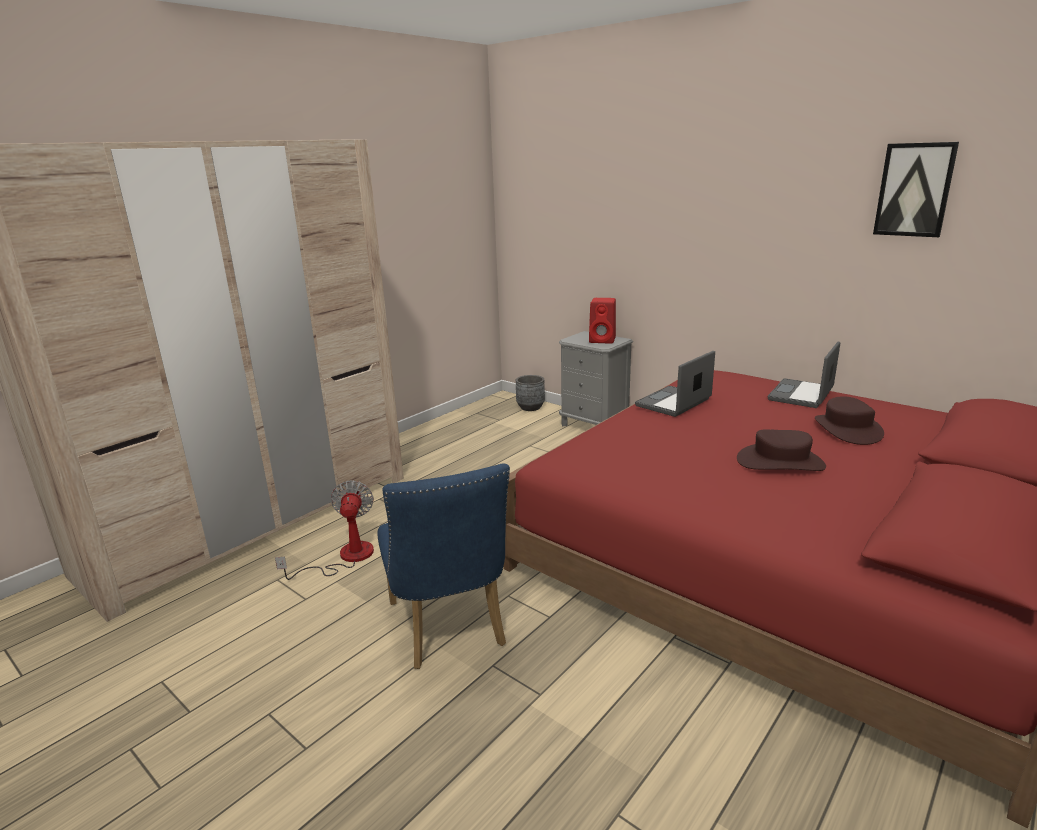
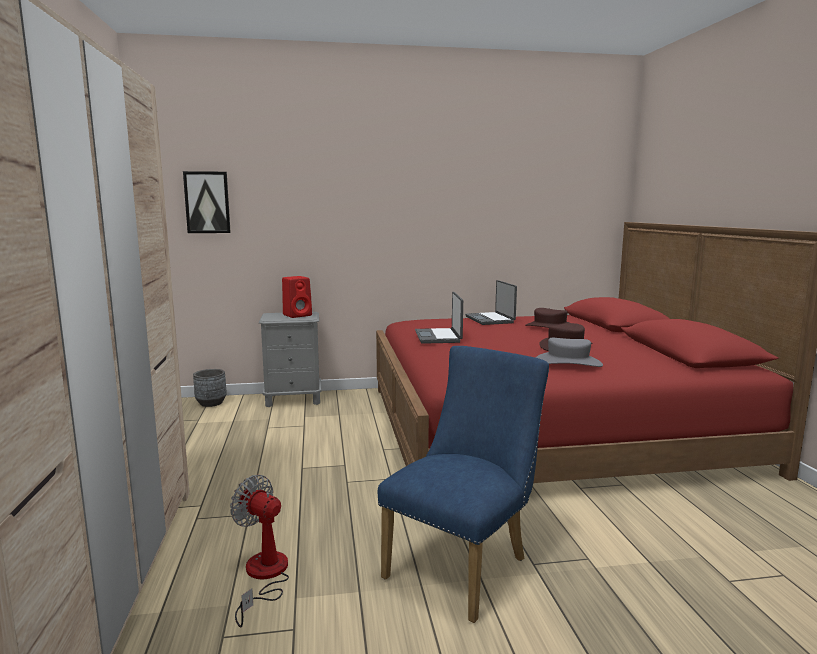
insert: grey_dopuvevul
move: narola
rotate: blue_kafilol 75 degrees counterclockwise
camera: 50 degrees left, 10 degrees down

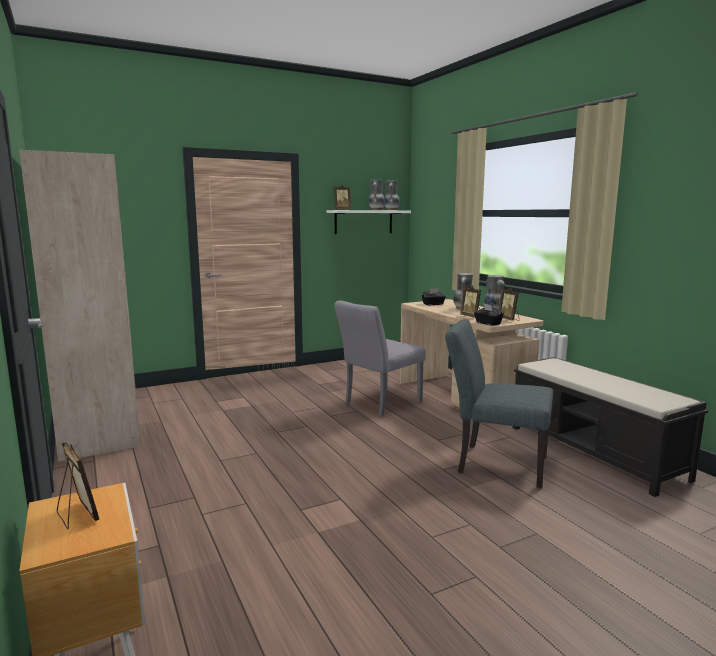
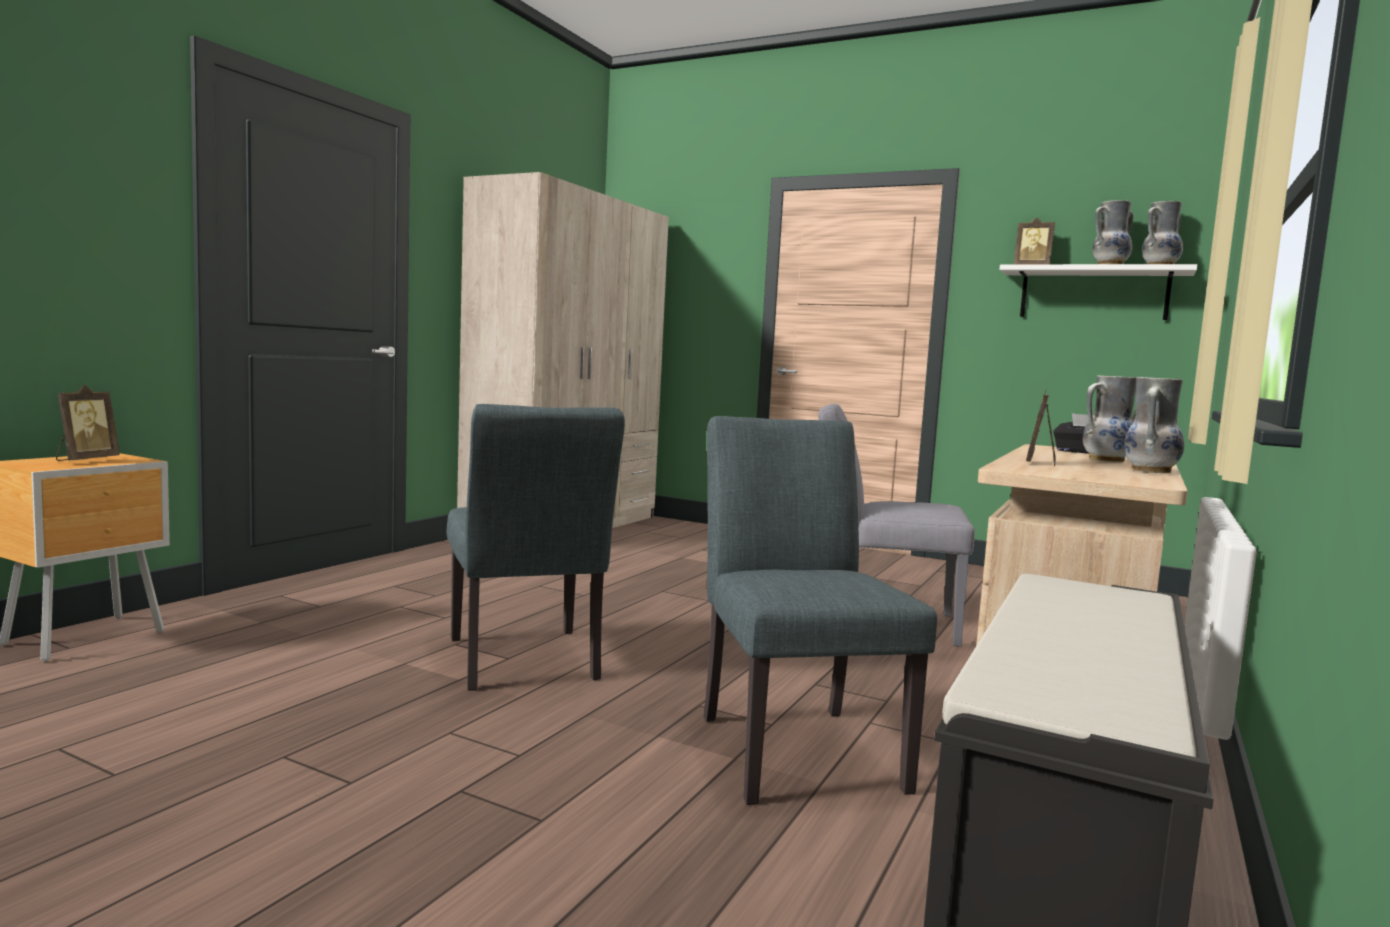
delete: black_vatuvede (2nd from left); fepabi (4th from left)
insert: grey_kafilol (1st from left)
camera: 55 degrees right, 5 degrees down

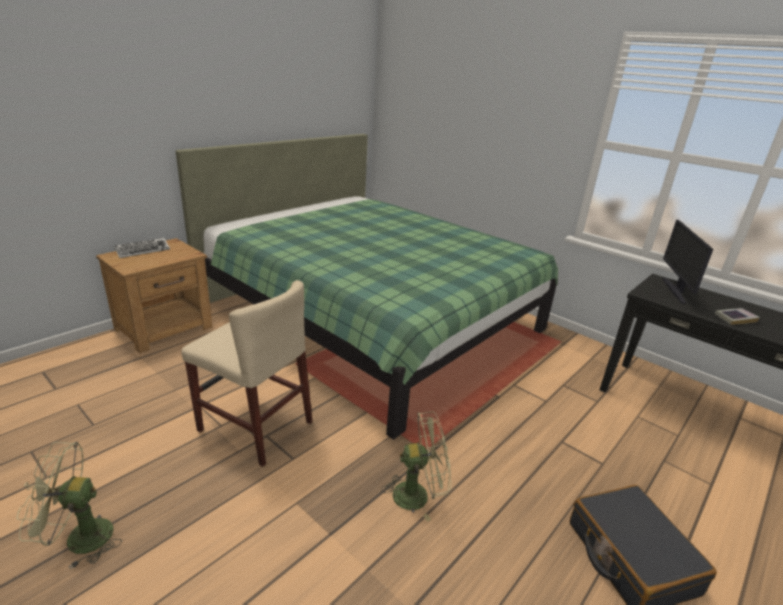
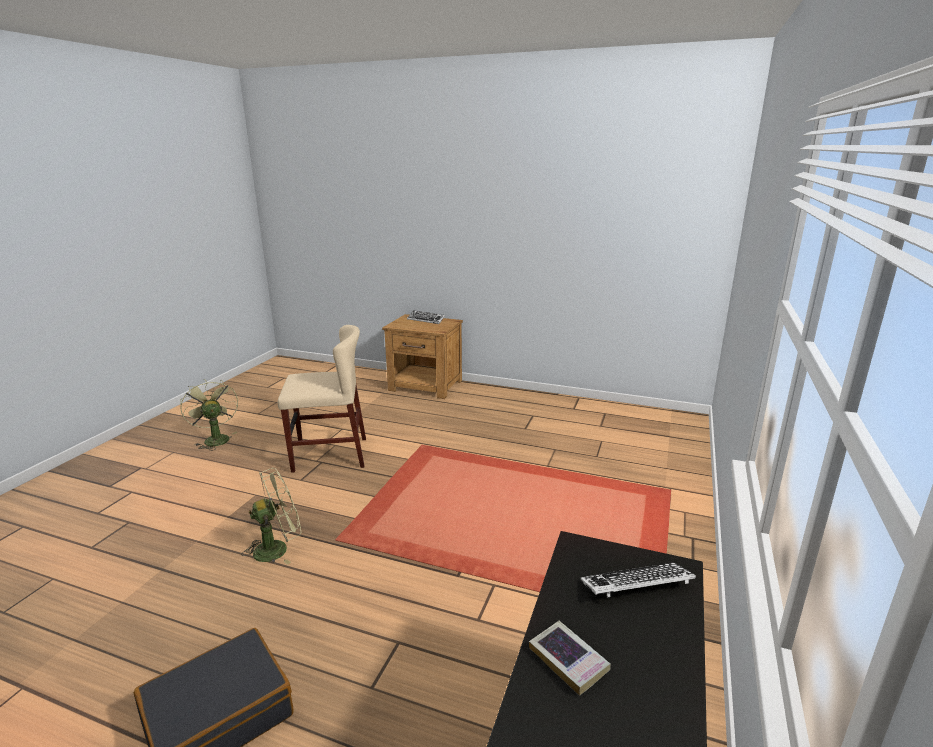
delete: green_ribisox
replace: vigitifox to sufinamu (2nd from left)
rotate: beige_kafilol 105 degrees counterclockwise; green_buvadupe (2nd from left) 90 degrees counterclockwise
camera: 70 degrees right, 5 degrees down

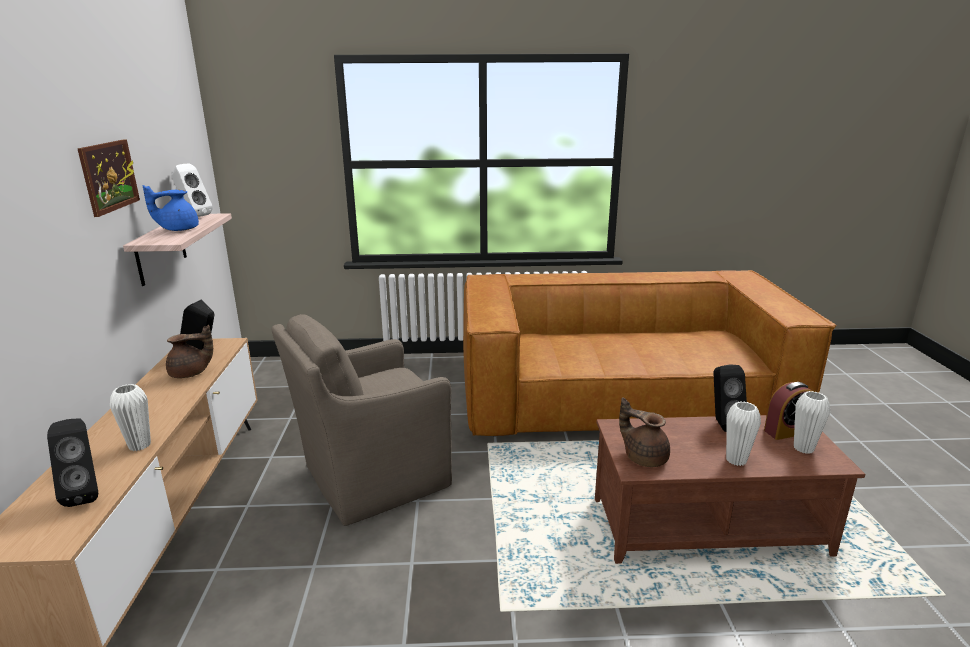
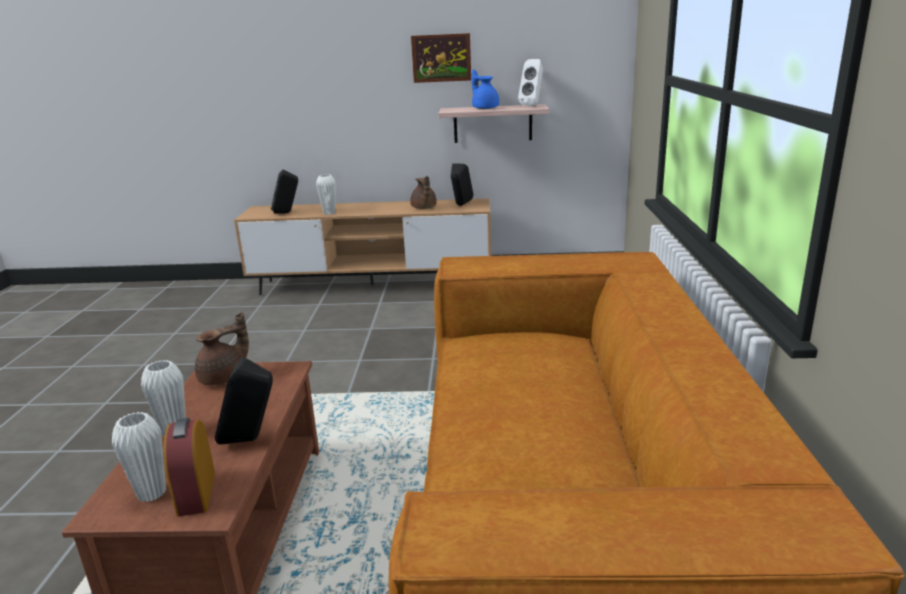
delete: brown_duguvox
camera: 95 degrees right, 0 degrees up

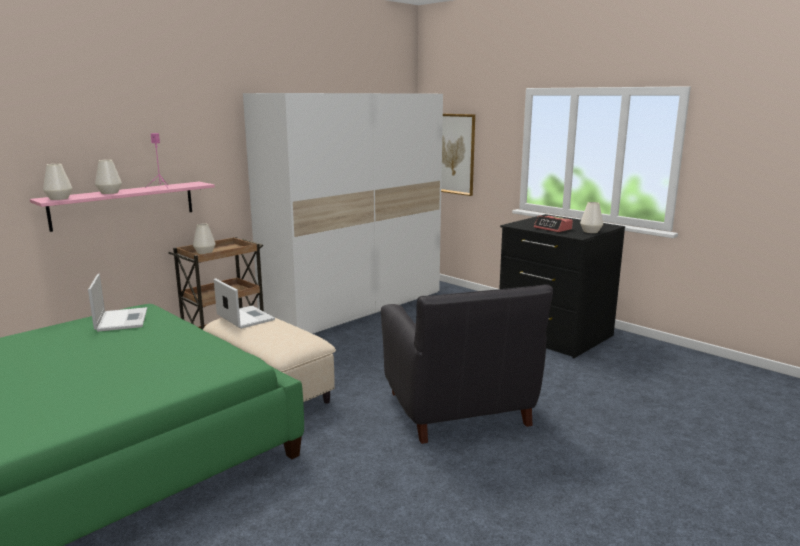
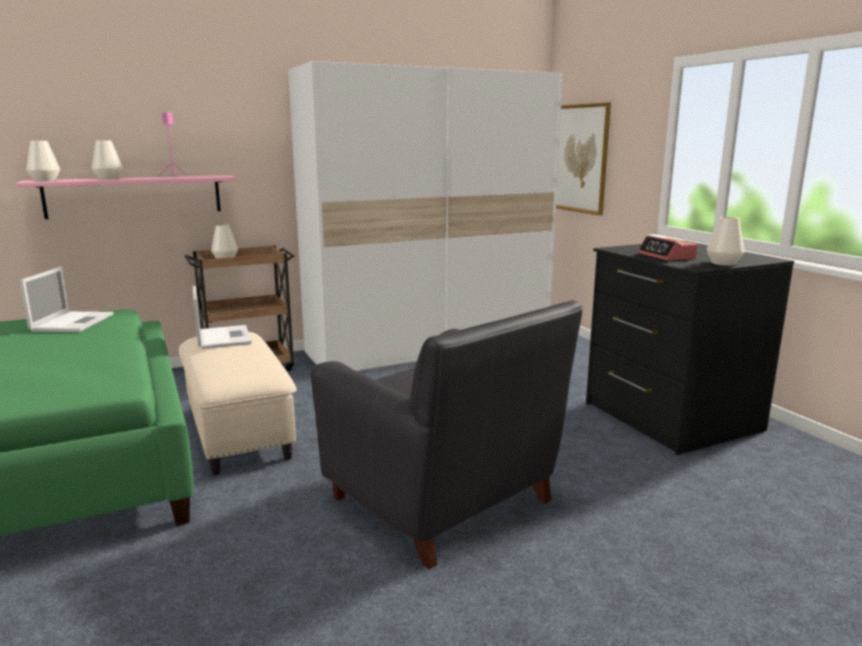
rotate: black_duguvox 45 degrees counterclockwise
camera: 20 degrees right, 0 degrees up

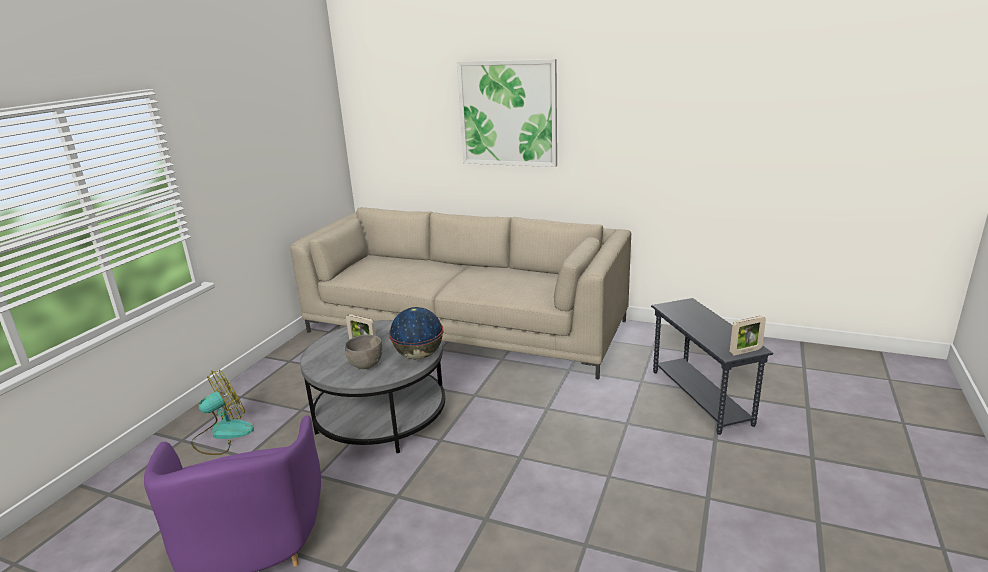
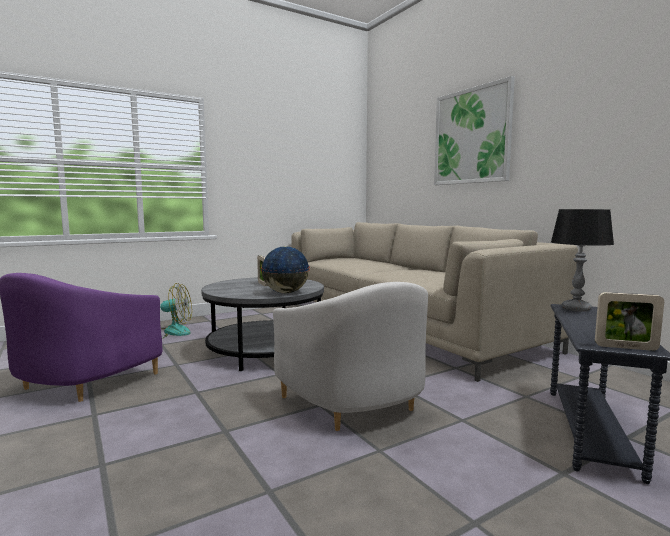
delete: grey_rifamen
insert: white_duguvox; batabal
camera: 35 degrees right, 15 degrees down

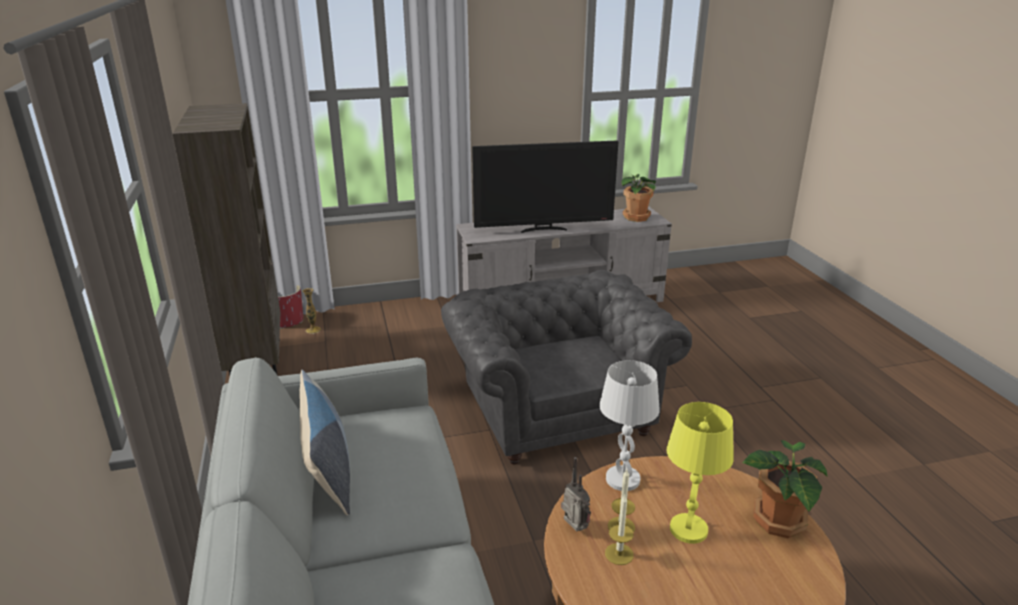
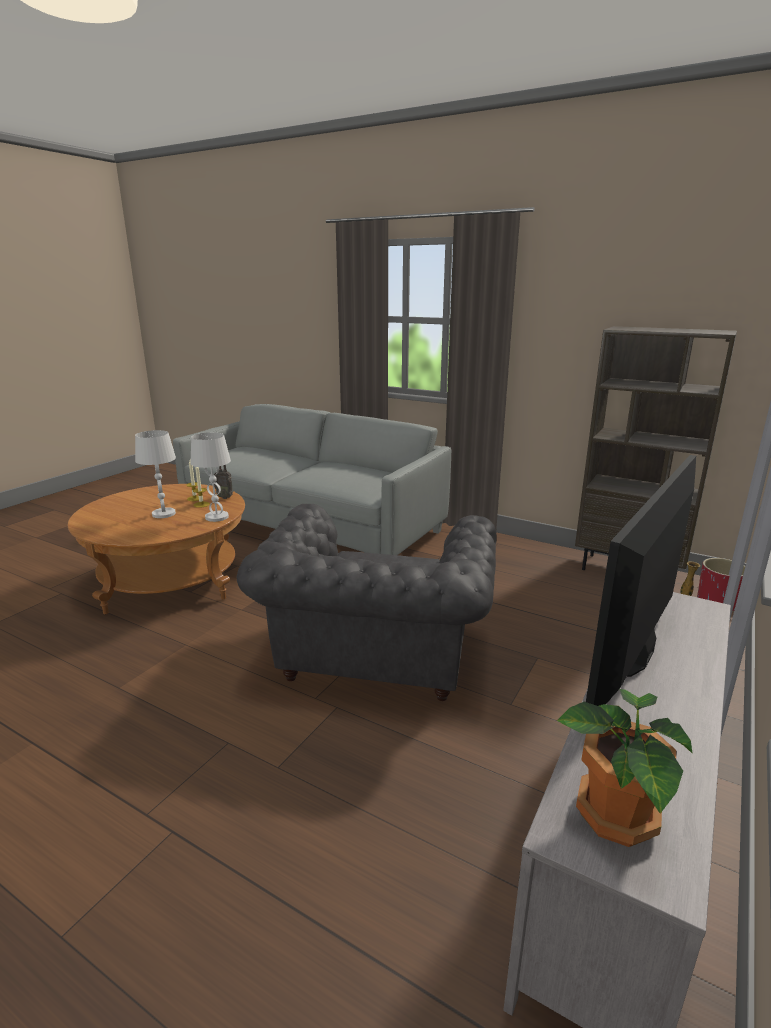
delete: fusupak; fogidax (2nd from left)
recolor: yellow_batabal to white_batabal (1st from left)
rotate: grey_duguvox 75 degrees clockwise
camera: 135 degrees right, 5 degrees down

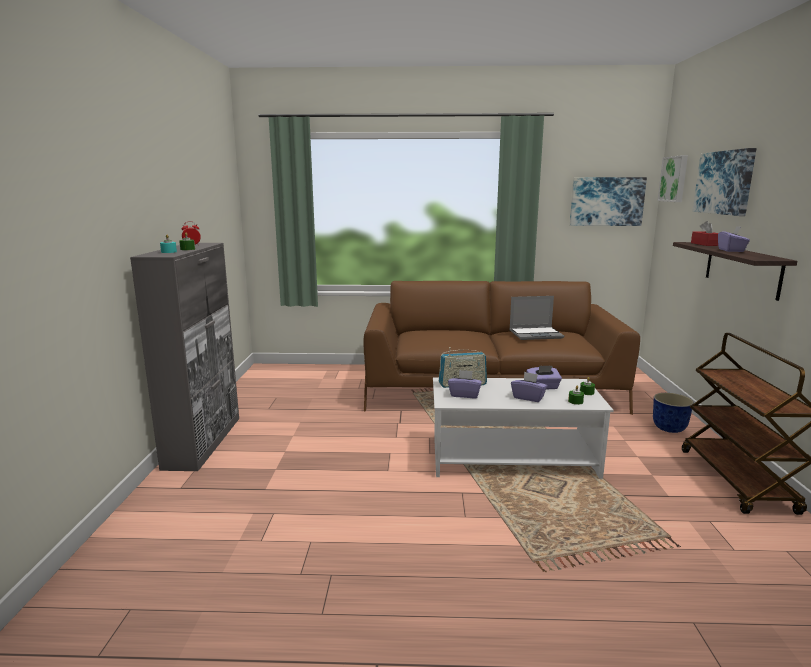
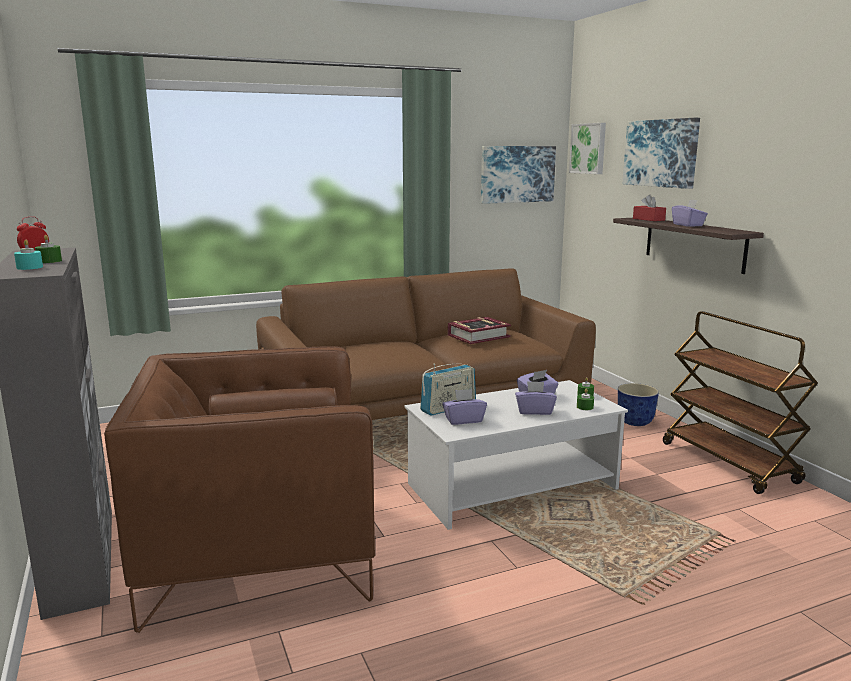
insert: brown_duguvox
replace: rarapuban to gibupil
camera: 25 degrees left, 0 degrees up

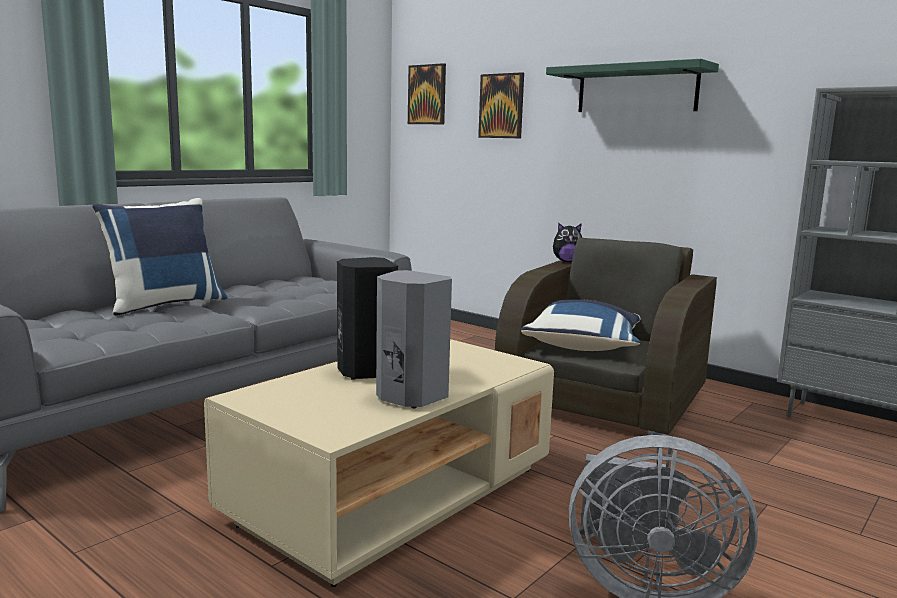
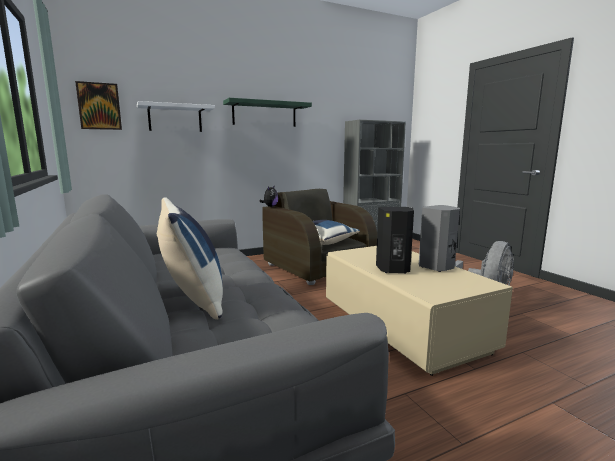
replace: narola (2nd from left) to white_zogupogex
camera: 65 degrees left, 0 degrees up

